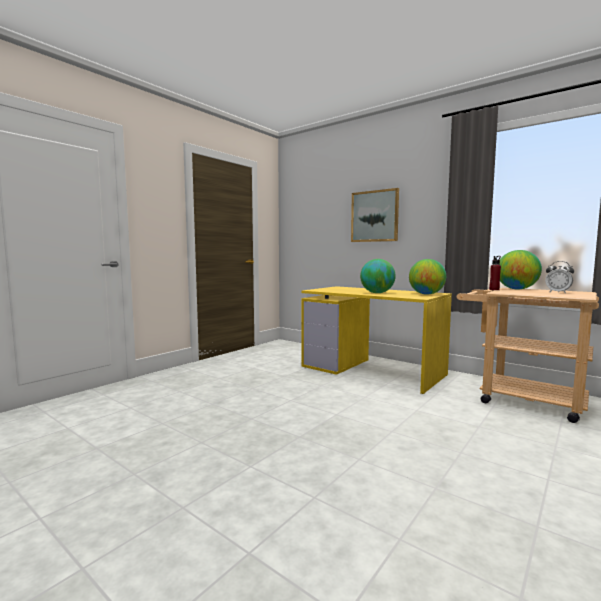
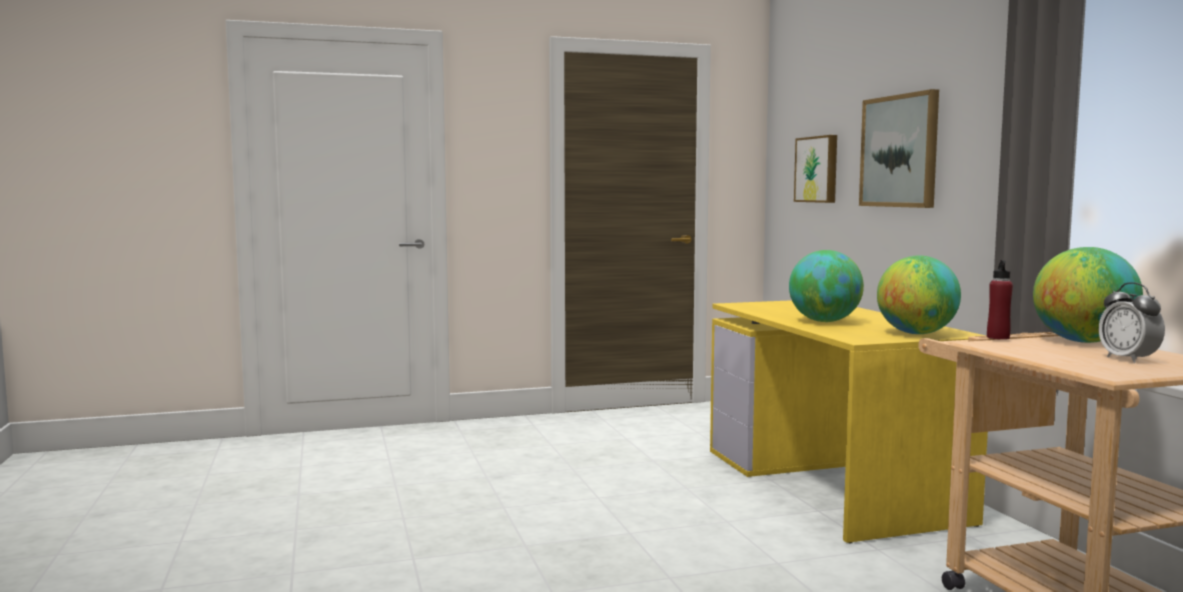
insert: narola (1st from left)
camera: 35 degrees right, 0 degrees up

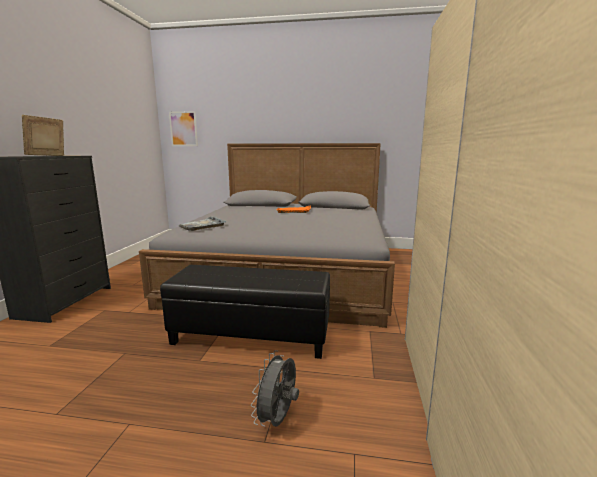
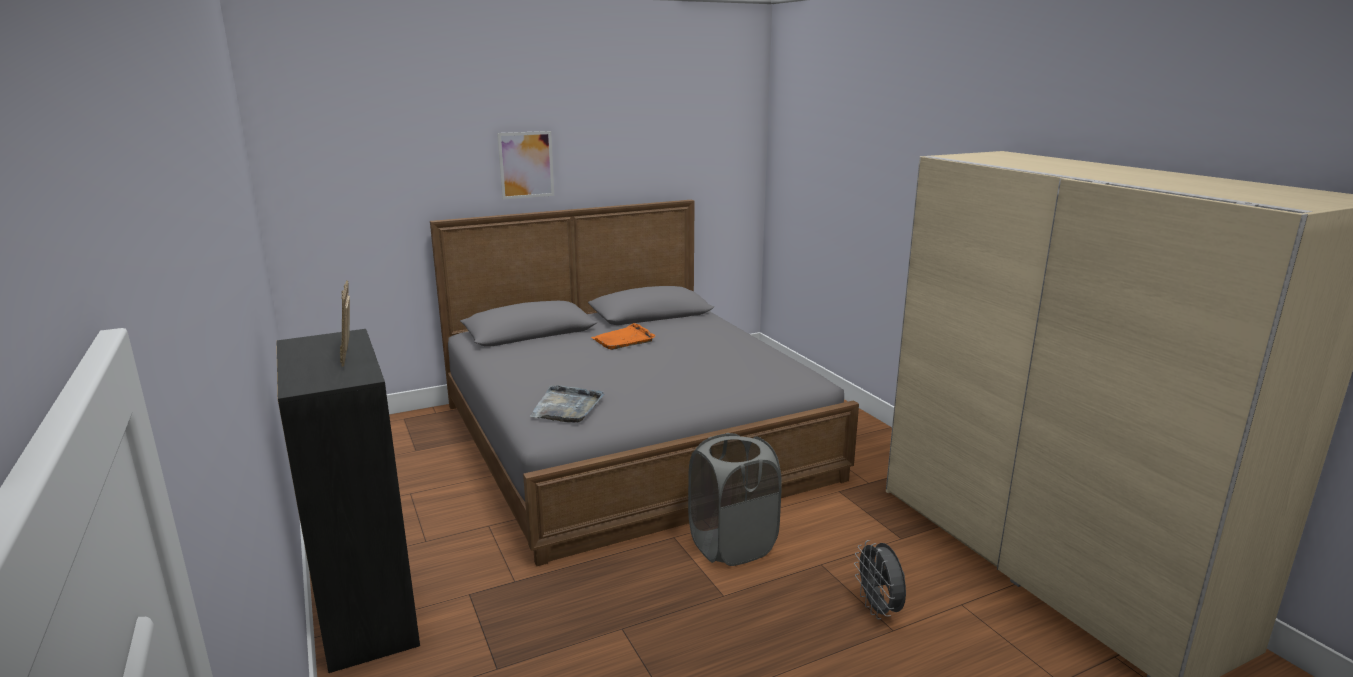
move: narola
replace: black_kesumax to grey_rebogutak
camera: 35 degrees left, 5 degrees up

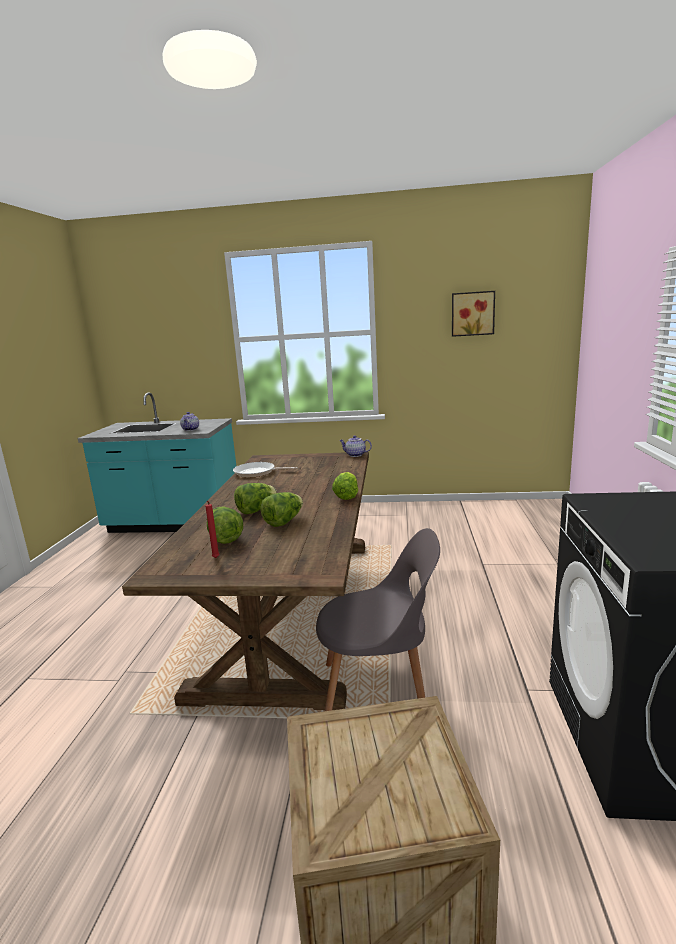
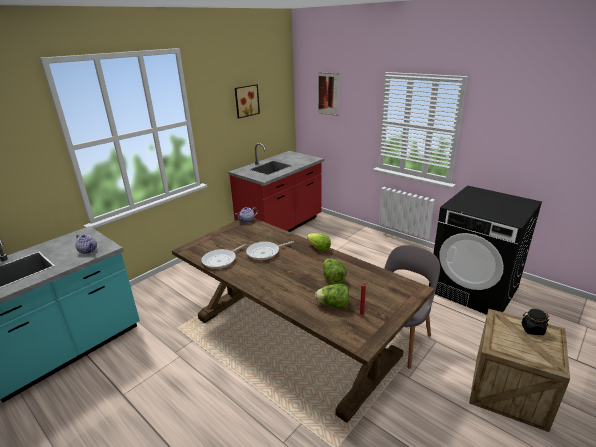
delete: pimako (2nd from left)
insert: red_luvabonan; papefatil (2nd from left); narola (2nd from left); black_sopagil
camera: 55 degrees left, 10 degrees up

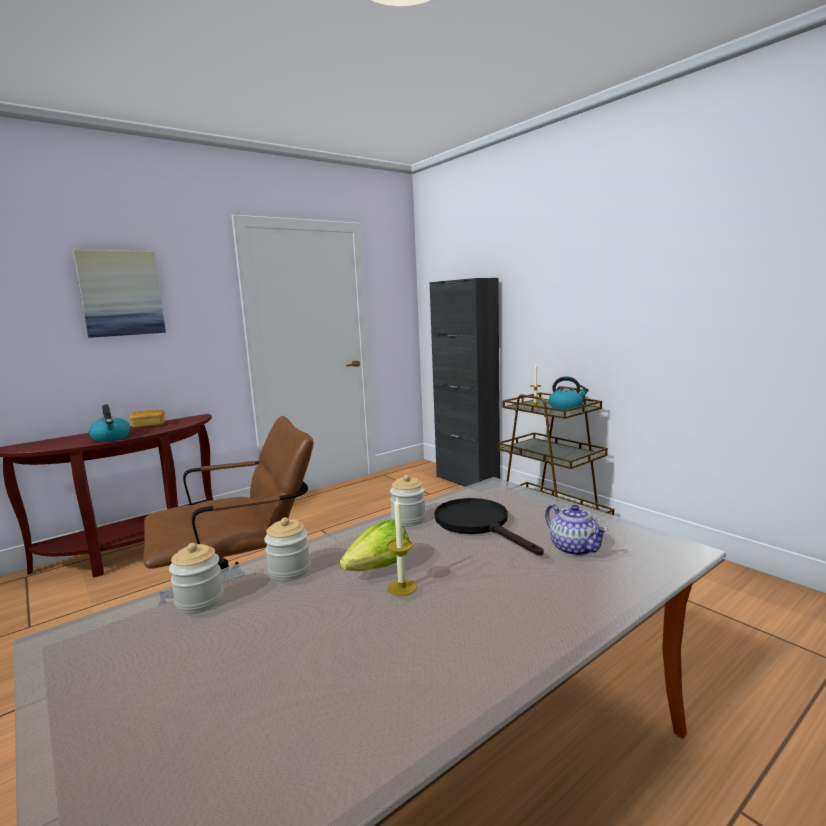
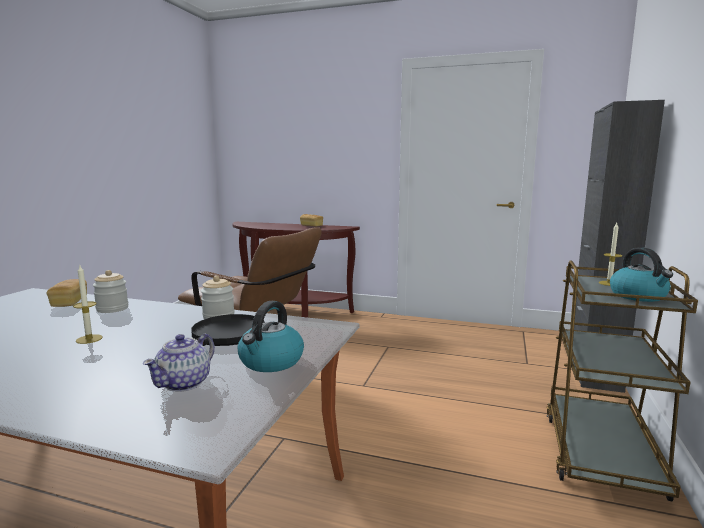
delete: narola; pimako
move: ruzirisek (1st from left)
replace: sopagil (1st from left) to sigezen (1st from left)
camera: 55 degrees right, 0 degrees up

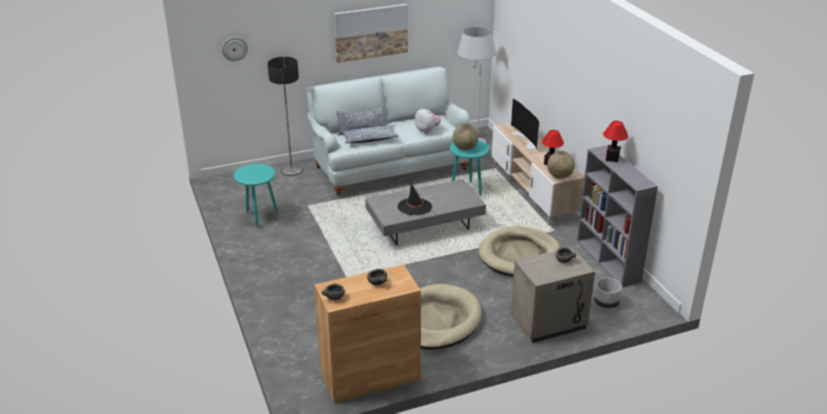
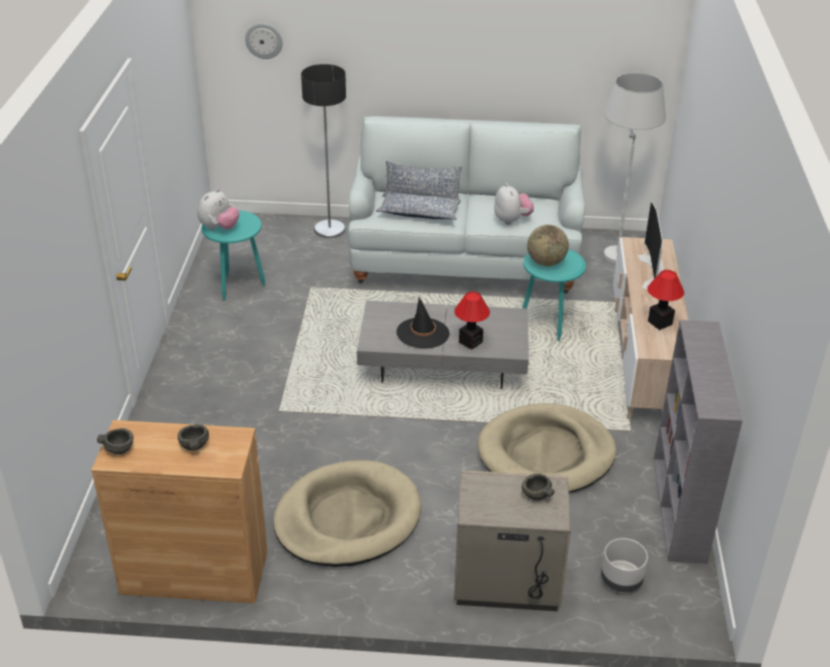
delete: narola; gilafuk (2nd from left)
insert: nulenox (1st from left)
move: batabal (2nd from left in the first image) to batabal (1st from left)
camera: 25 degrees right, 5 degrees up

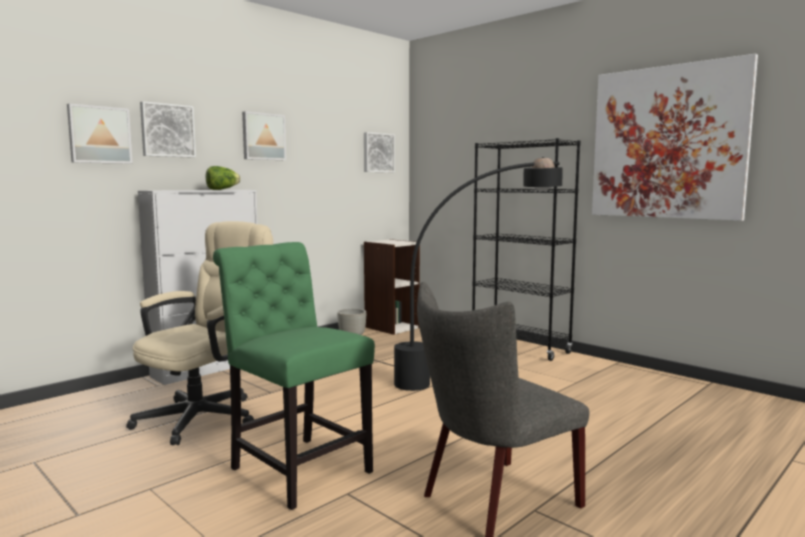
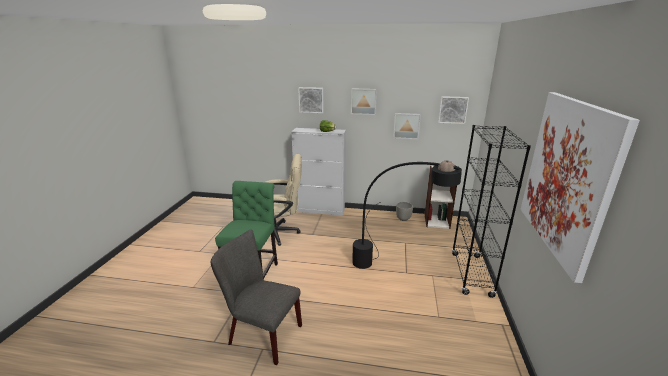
move: narola (1st from left in the first image) to narola (3rd from left)
camera: 55 degrees right, 15 degrees up

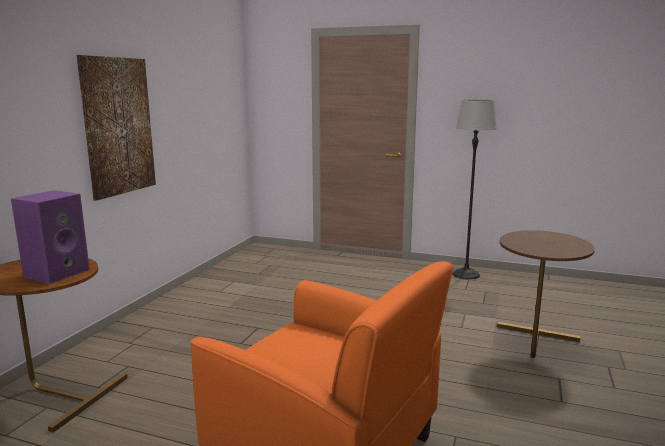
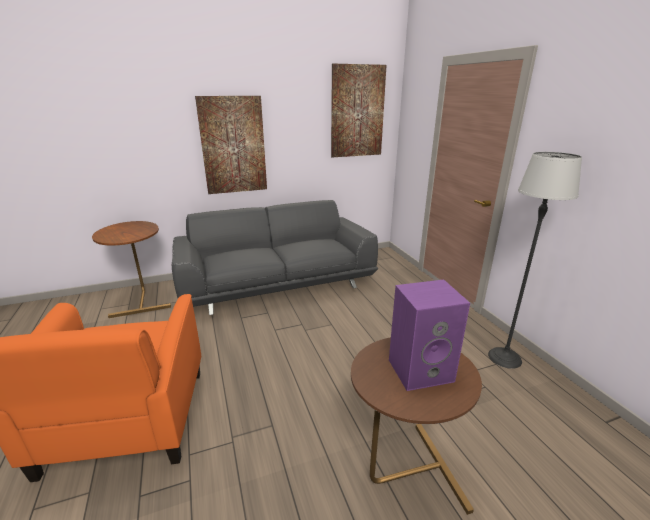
insert: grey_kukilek; narola (2nd from left)
move: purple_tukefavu
camera: 50 degrees right, 10 degrees up

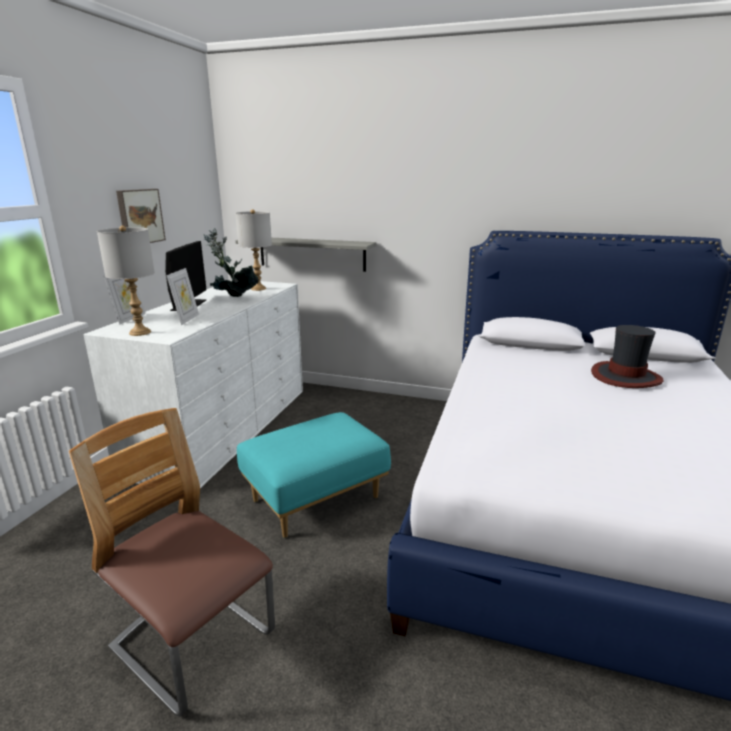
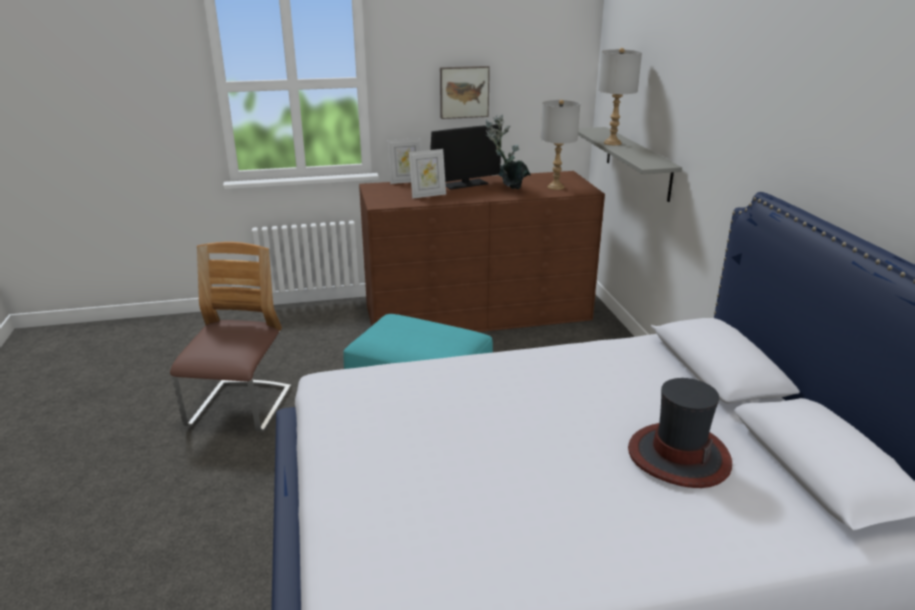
move: grey_batabal (1st from left in the first image) to grey_batabal (2nd from left)
recolor: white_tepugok to brown_tepugok
camera: 60 degrees right, 5 degrees up

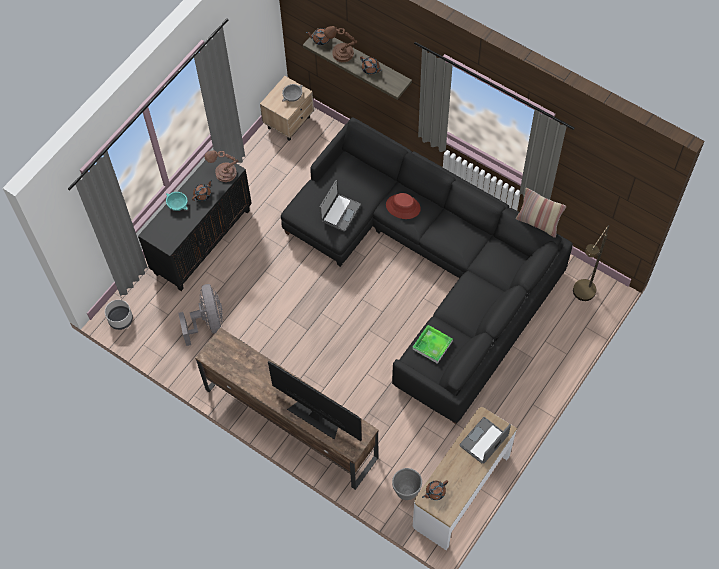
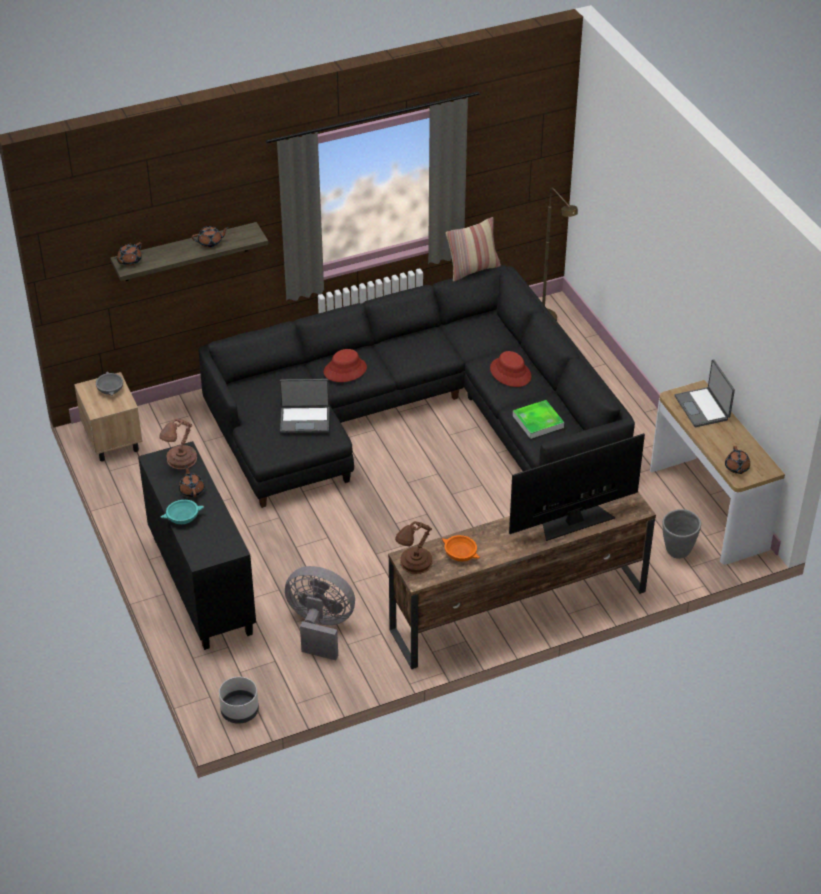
insert: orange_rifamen; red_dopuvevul (2nd from left)
move: brown_batabal (2nd from left)
rotate: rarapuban (1st from left) 120 degrees clockwise
camera: 60 degrees left, 20 degrees down

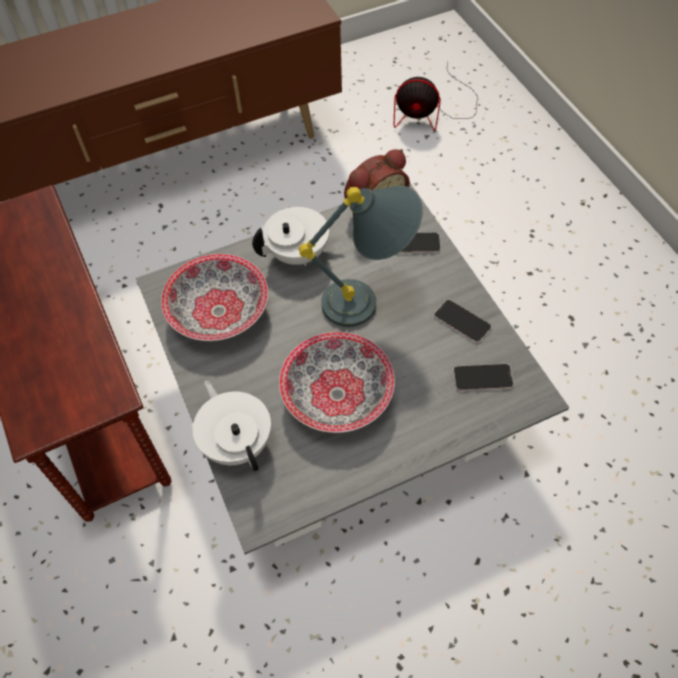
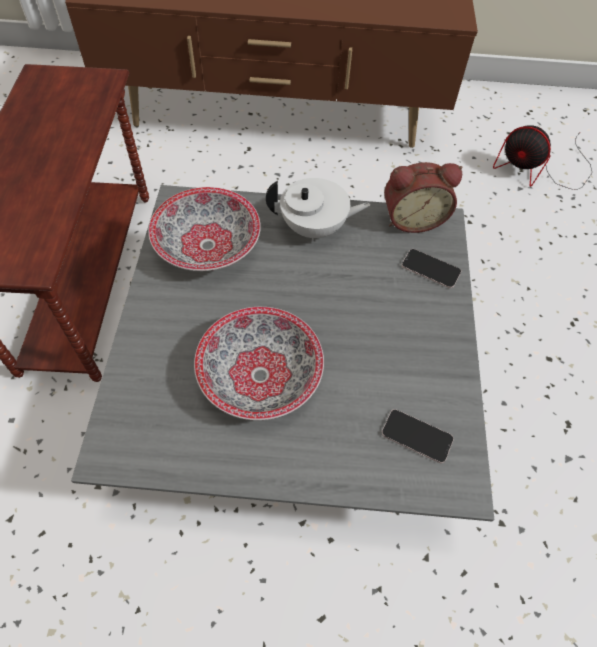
delete: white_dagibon (1st from left); grey_batabal; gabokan (2nd from left)
camera: 25 degrees right, 0 degrees up

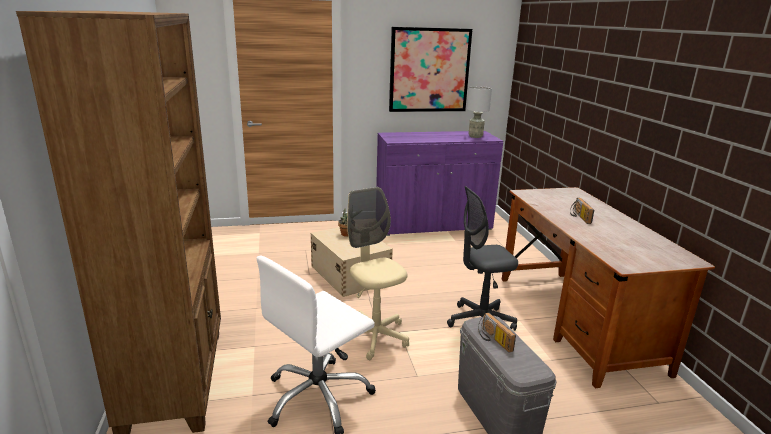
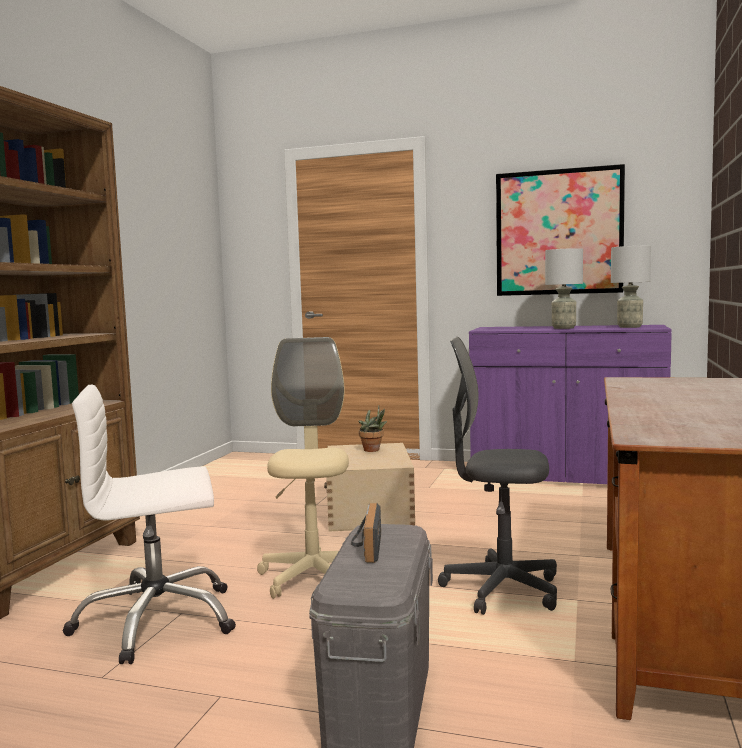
delete: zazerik (2nd from left)
insert: grey_batabal (1st from left)
camera: 30 degrees right, 15 degrees down

